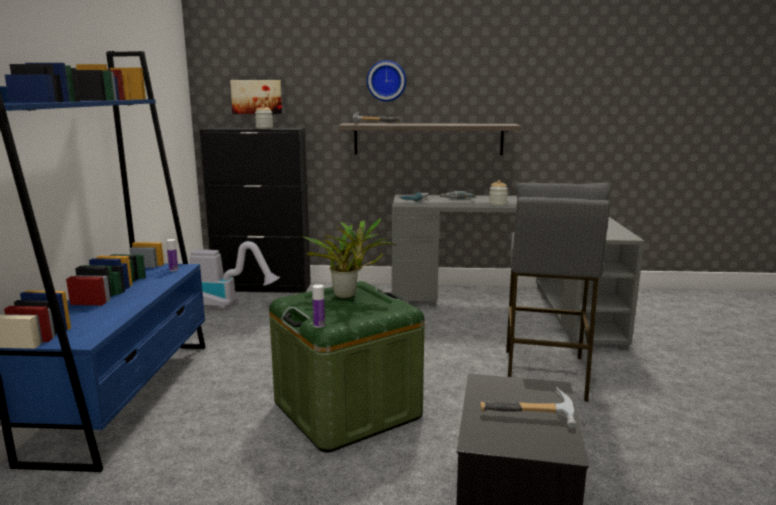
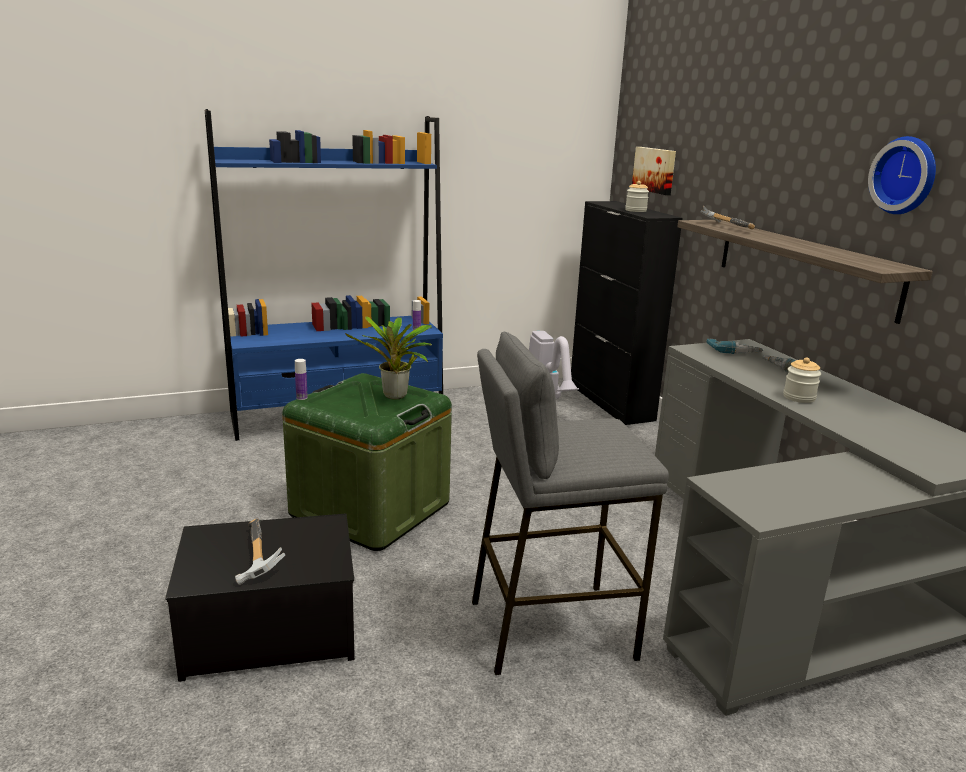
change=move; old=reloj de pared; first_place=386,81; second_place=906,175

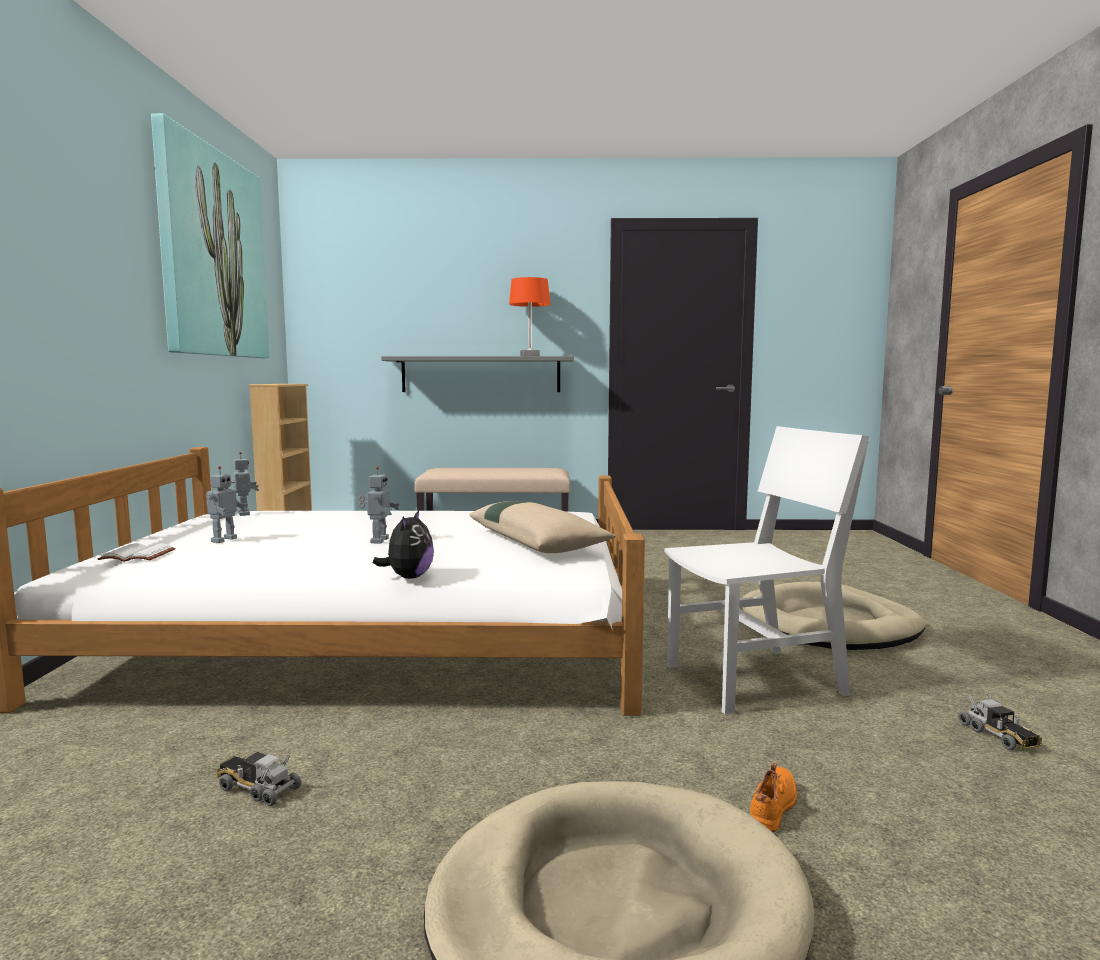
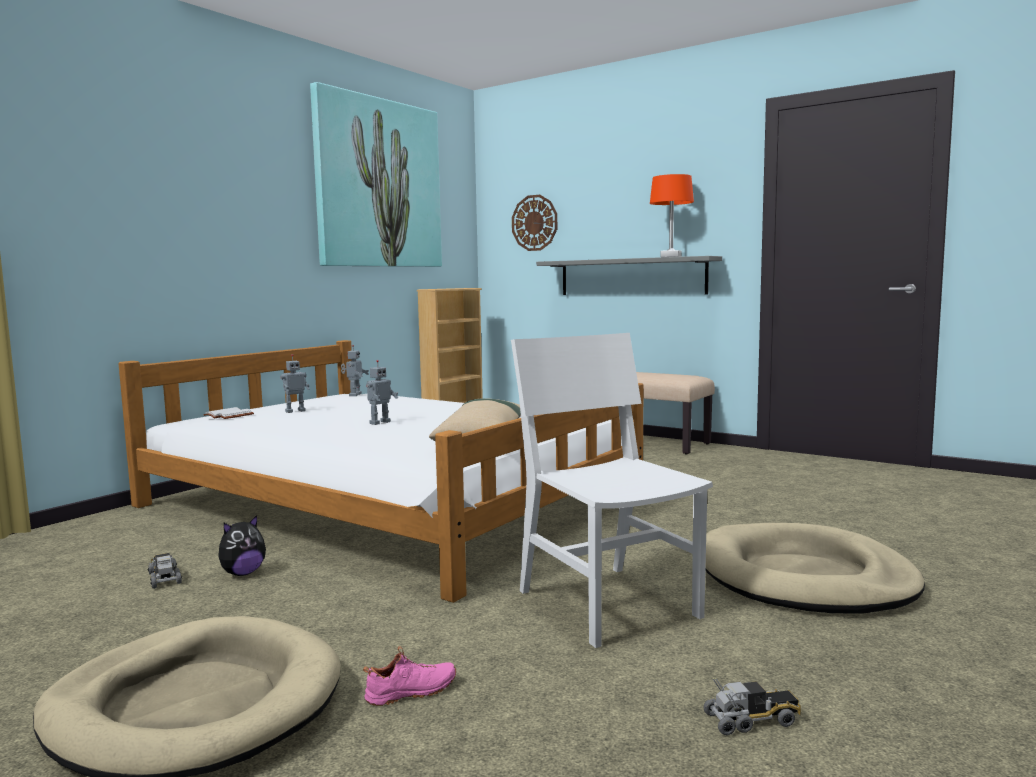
change=move; old=peluche; first_place=408,577; second_place=242,573
change=rotate; old=silla (blanco); first_place=754,679; second_place=608,603; degrees=-135
change=recolor; old=zapato (naranja); new=zapato (rosa); first_place=774,808; second_place=412,693
change=rotate; old=camión de juguete; first_place=999,736; second_place=752,720; degrees=-120
change=insert; new=reloj de pared; second_place=534,223

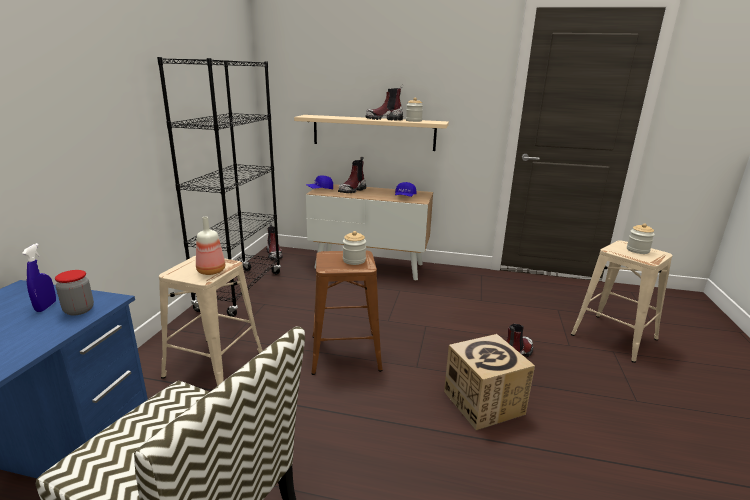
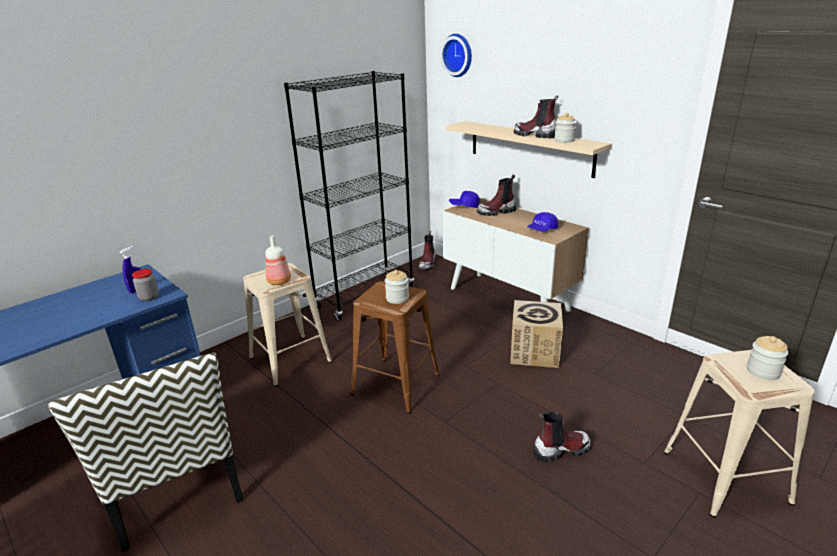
change=move; old=caja de cartón; first_place=483,403; second_place=534,352
change=insert; new=reloj de pared; second_place=458,55

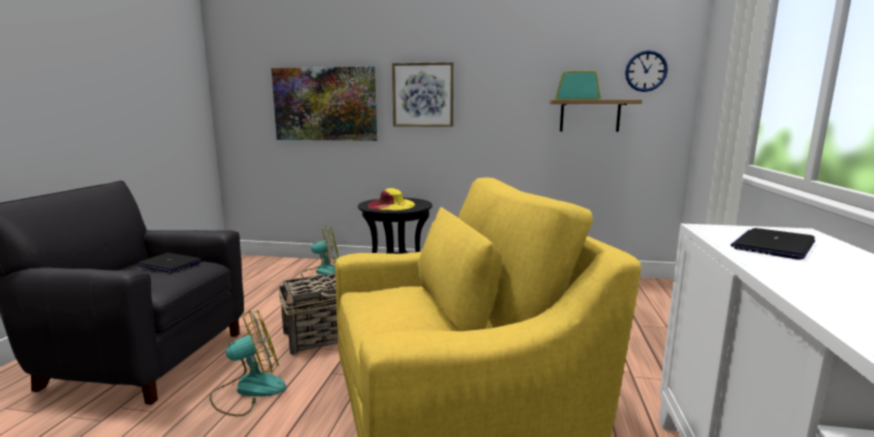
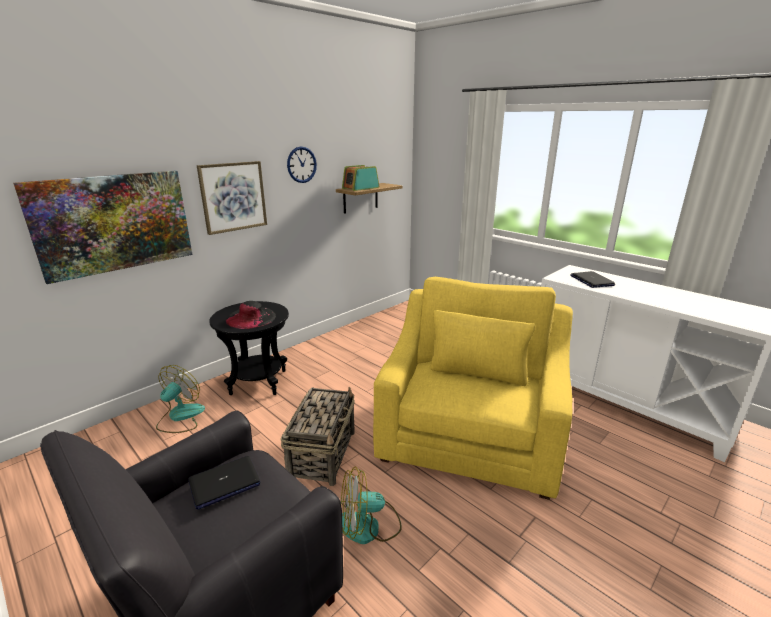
change=rotate; old=ventilador; first_place=248,390; second_place=368,526; degrees=-105
change=recolor; old=sombrero (amarillo); new=sombrero (negro); first_place=391,205; second_place=251,318
change=move; old=reloj de pared; first_place=646,71; second_place=301,164

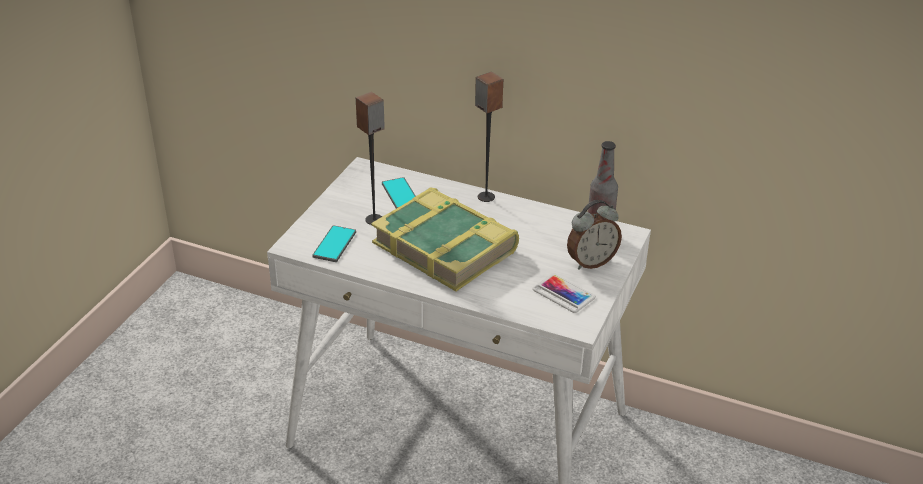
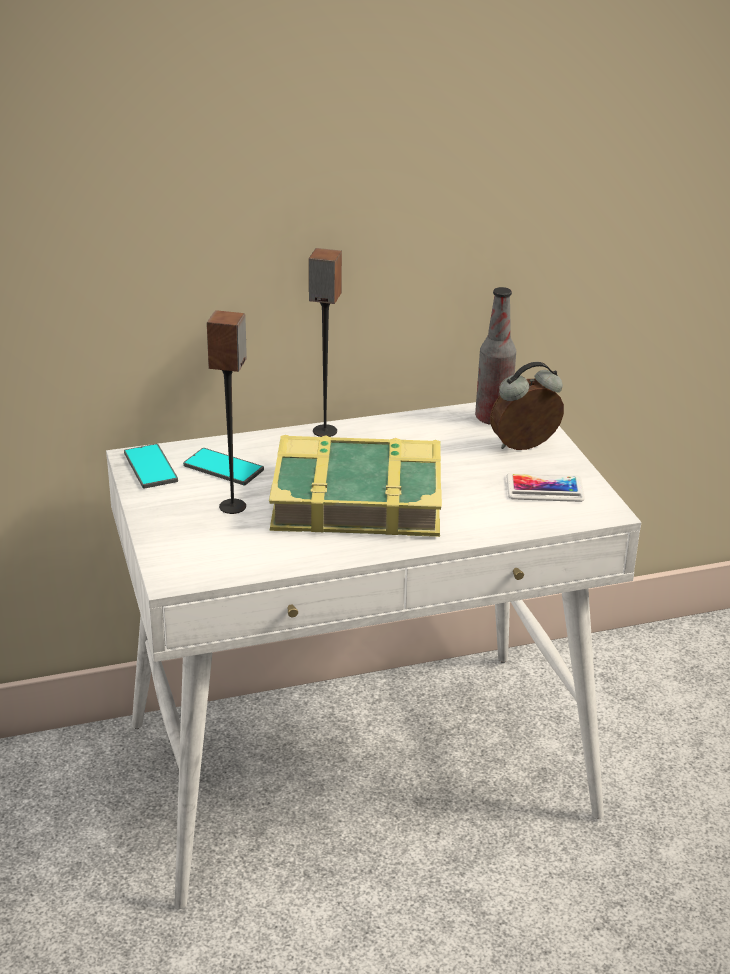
change=move; old=móvil; first_place=334,244; second_place=151,467
change=rotate; old=despertador; first_place=591,262; second_place=525,447; degrees=-135

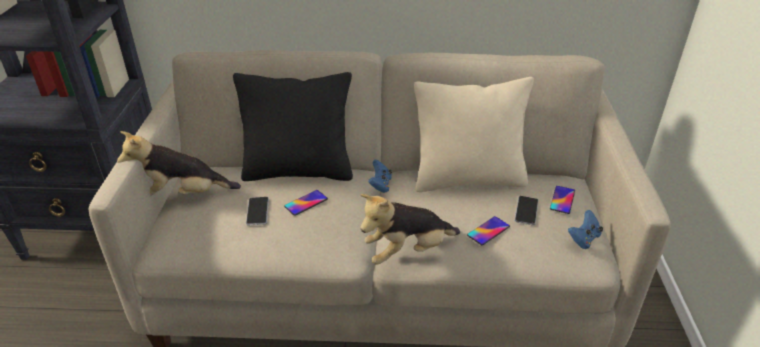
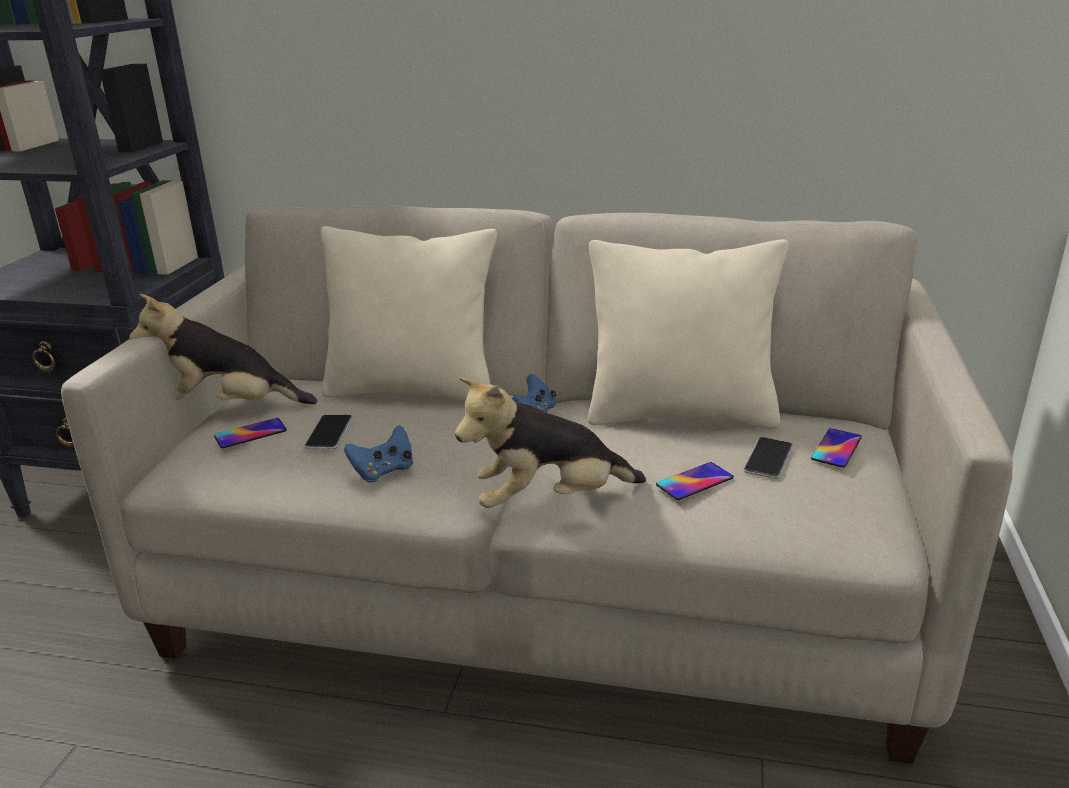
change=recolor; old=cojín (negro); new=cojín (beis); first_place=299,171; second_place=413,389
change=move; old=móvil; first_place=306,203; second_place=250,433
change=move; old=mando de consola (azul); first_place=583,239; second_place=383,471

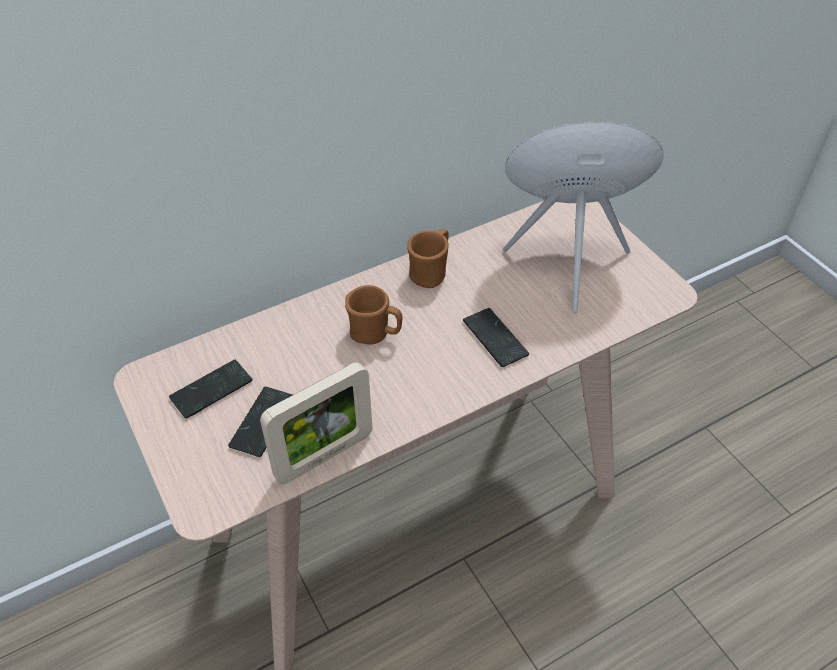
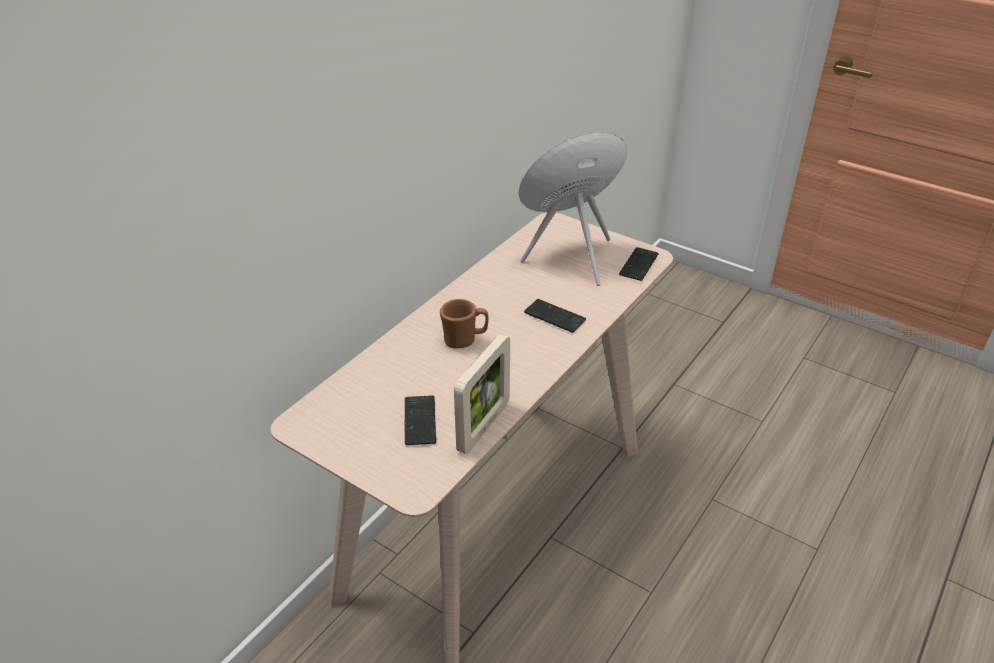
change=move; old=móvil; first_place=211,390; second_place=638,265
change=delete; old=taza grande (marrón); first_place=431,273

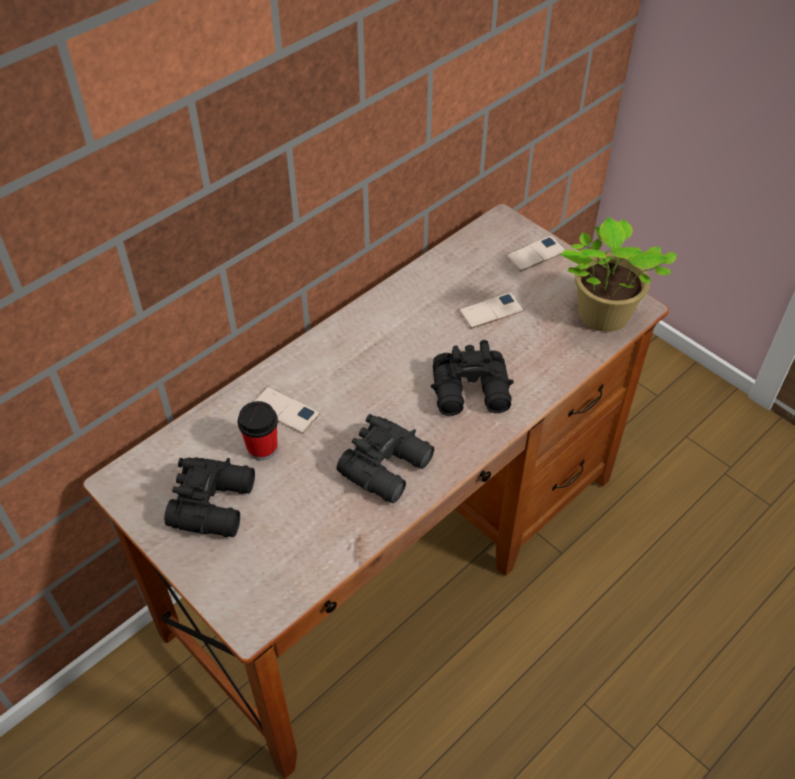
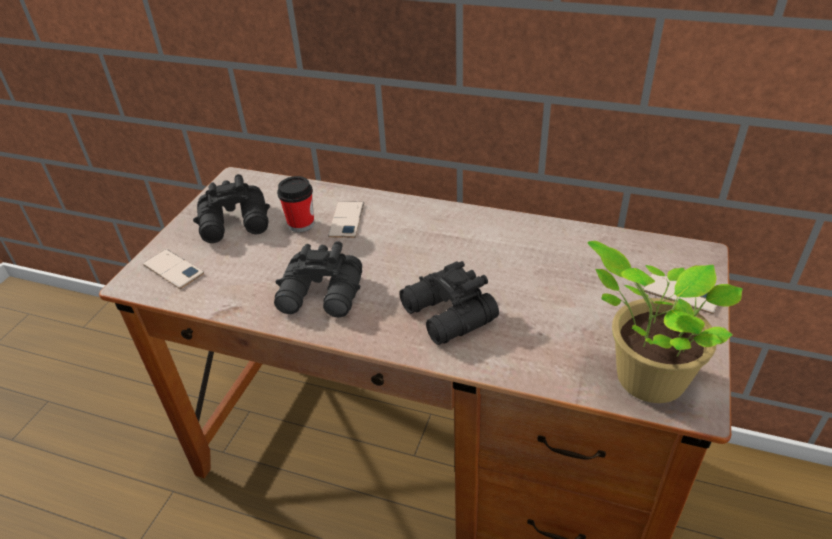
change=move; old=móvil; first_place=491,311; second_place=173,269

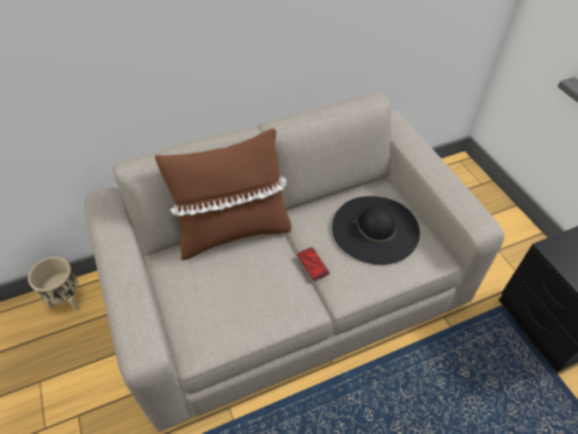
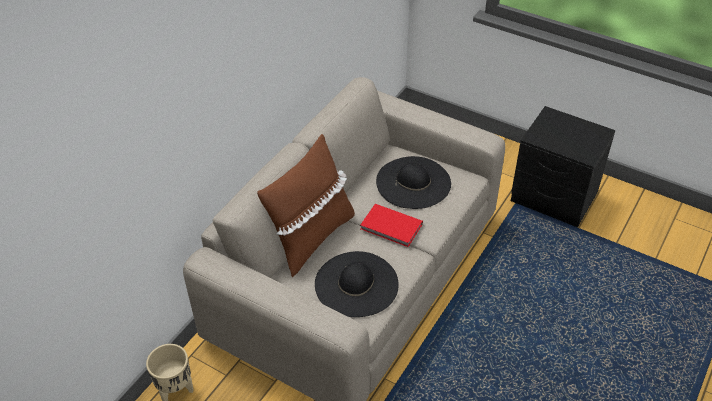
change=replace; old=móvil; new=libro (rojo); first_place=313,264; second_place=391,227
change=insert; new=sombrero (negro); second_place=356,284

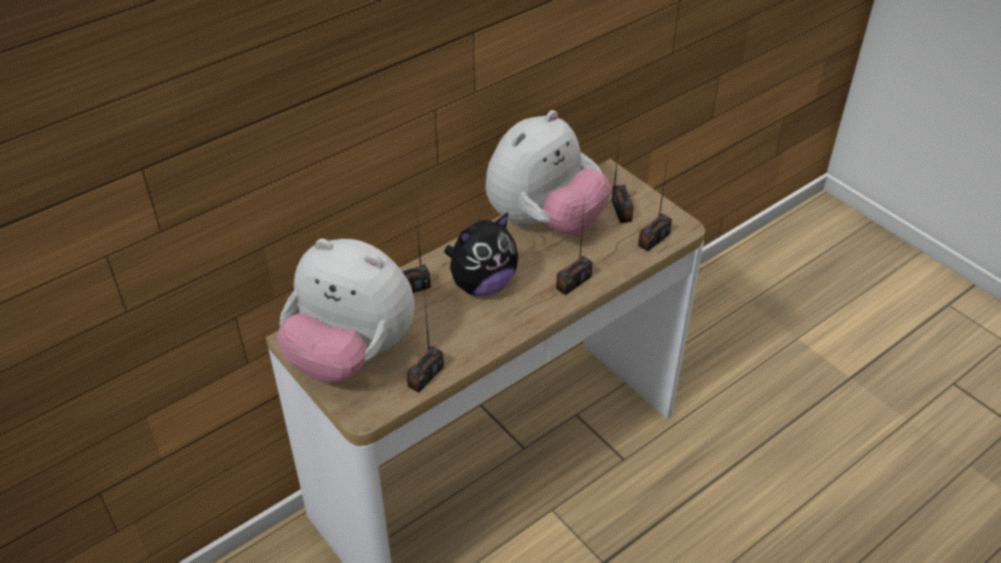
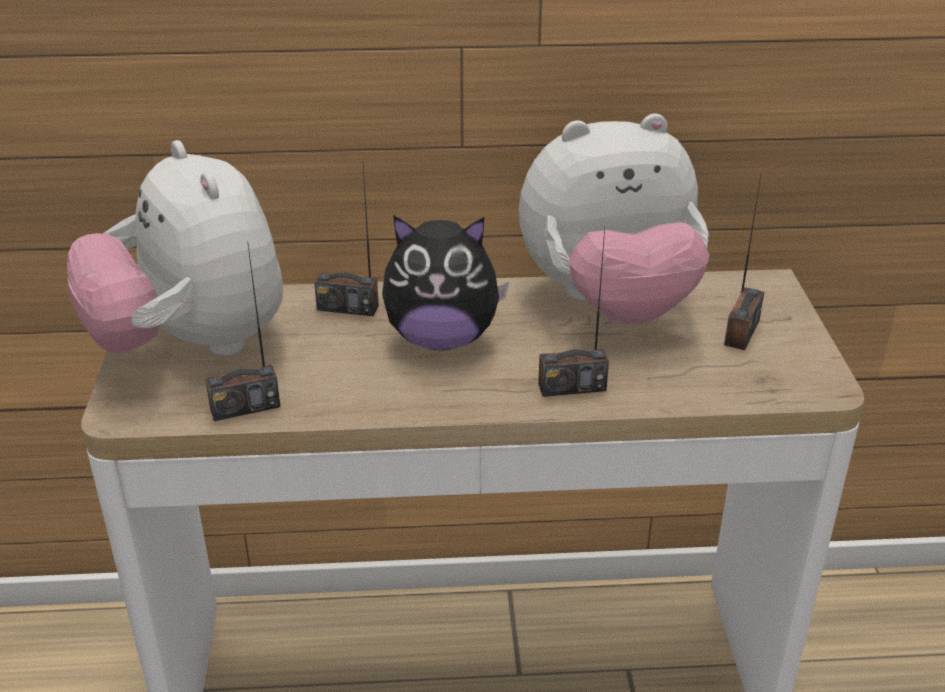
change=delete; old=radio; first_place=653,239

